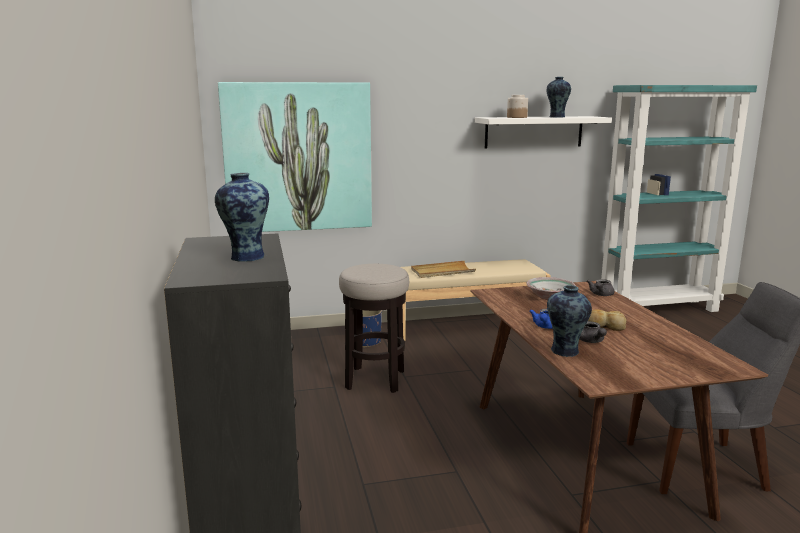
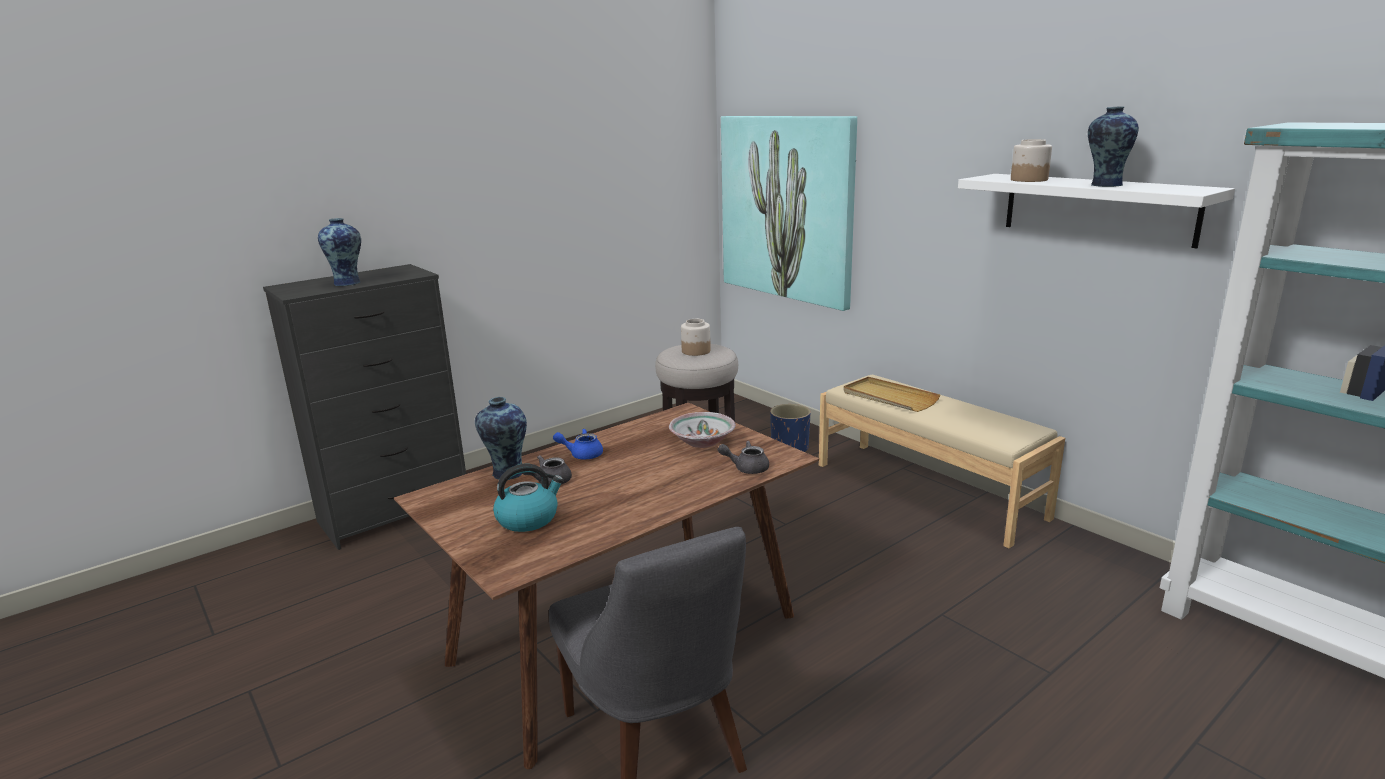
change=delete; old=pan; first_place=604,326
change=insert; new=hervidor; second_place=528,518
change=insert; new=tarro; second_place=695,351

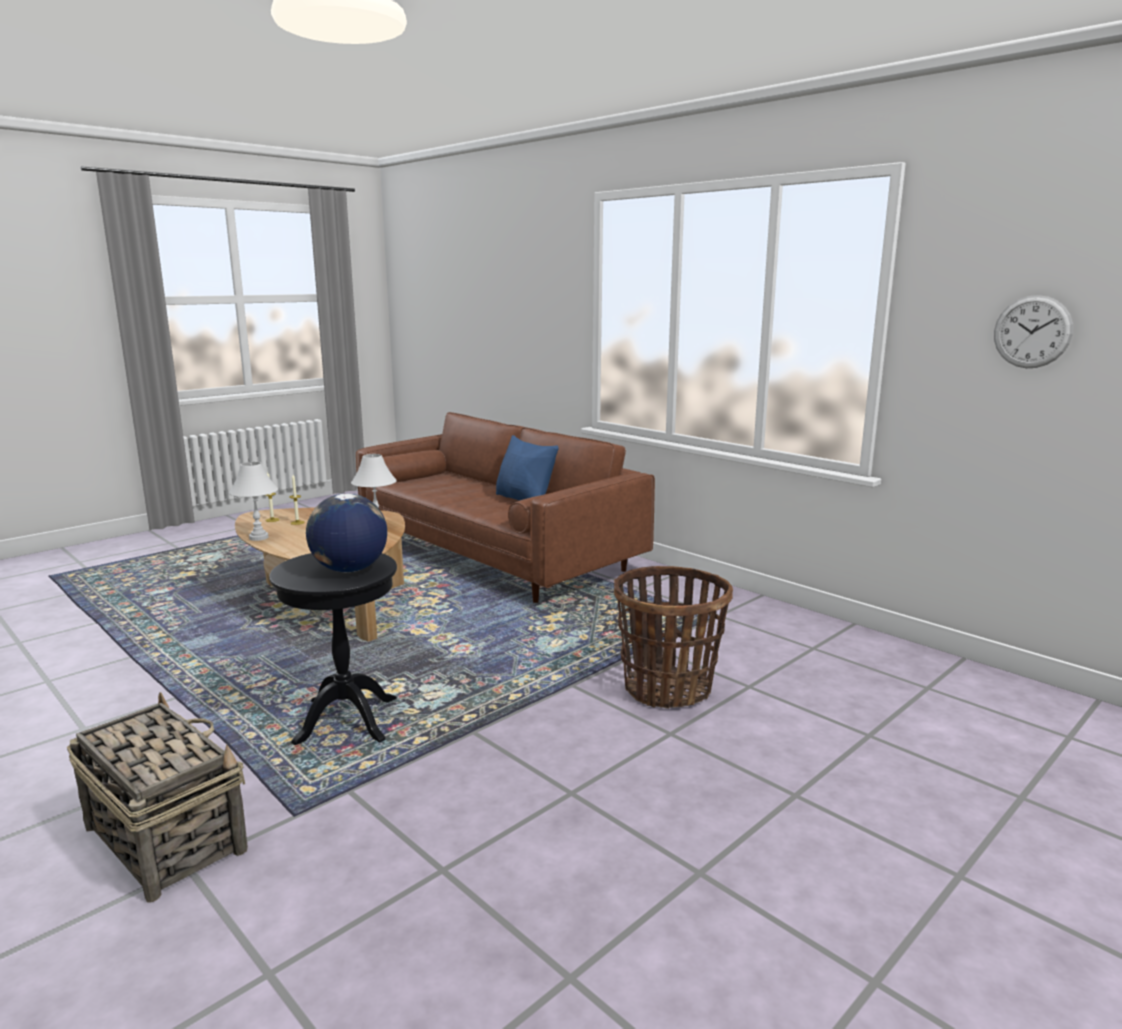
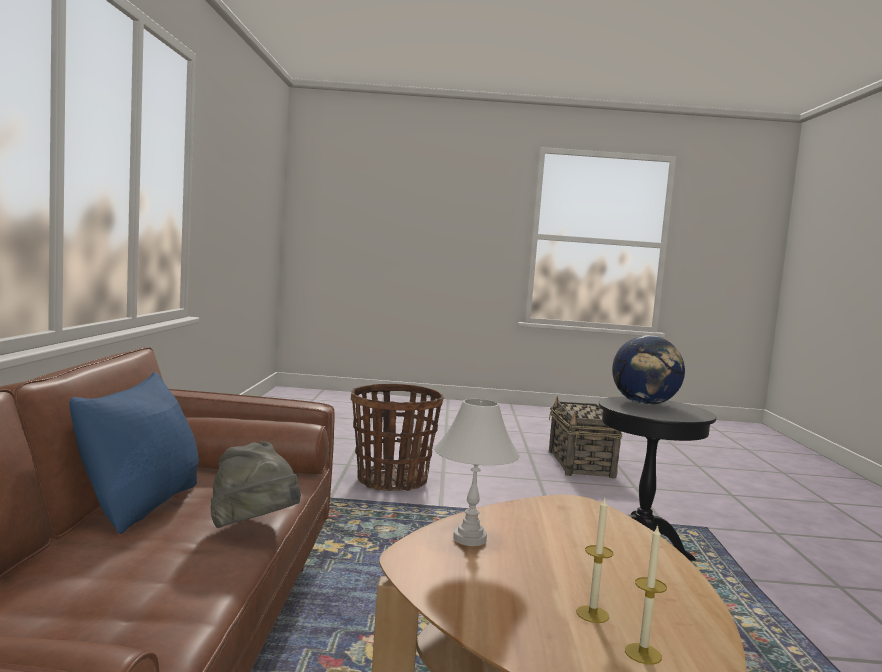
change=move; old=cesta; first_place=165,837; second_place=580,465
change=delete; old=lámpara de mesa (blanco); first_place=258,537
change=delete; old=reloj de pared; first_place=1032,332
change=insert; new=sombrero (gris); second_place=254,530

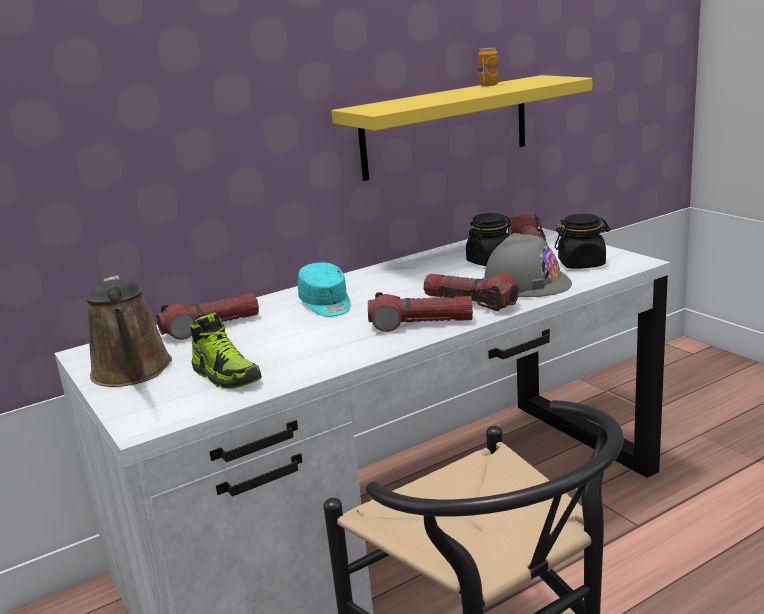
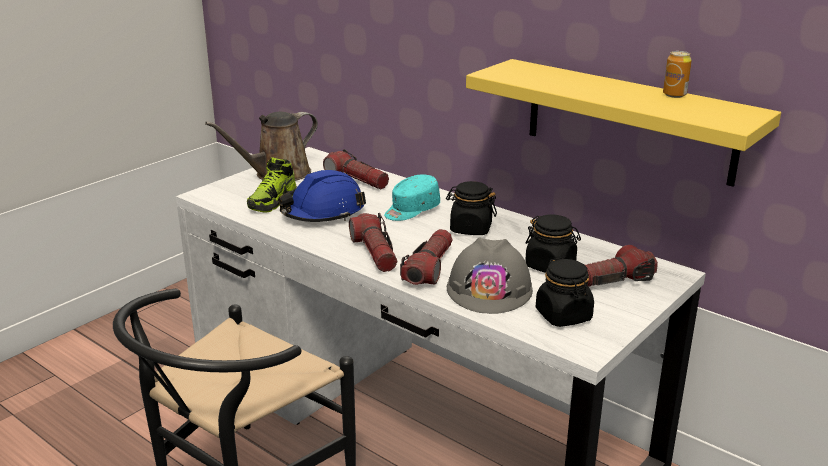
change=insert; new=casco (azul); second_place=323,212
change=insert; new=tarro (negro); second_place=470,228

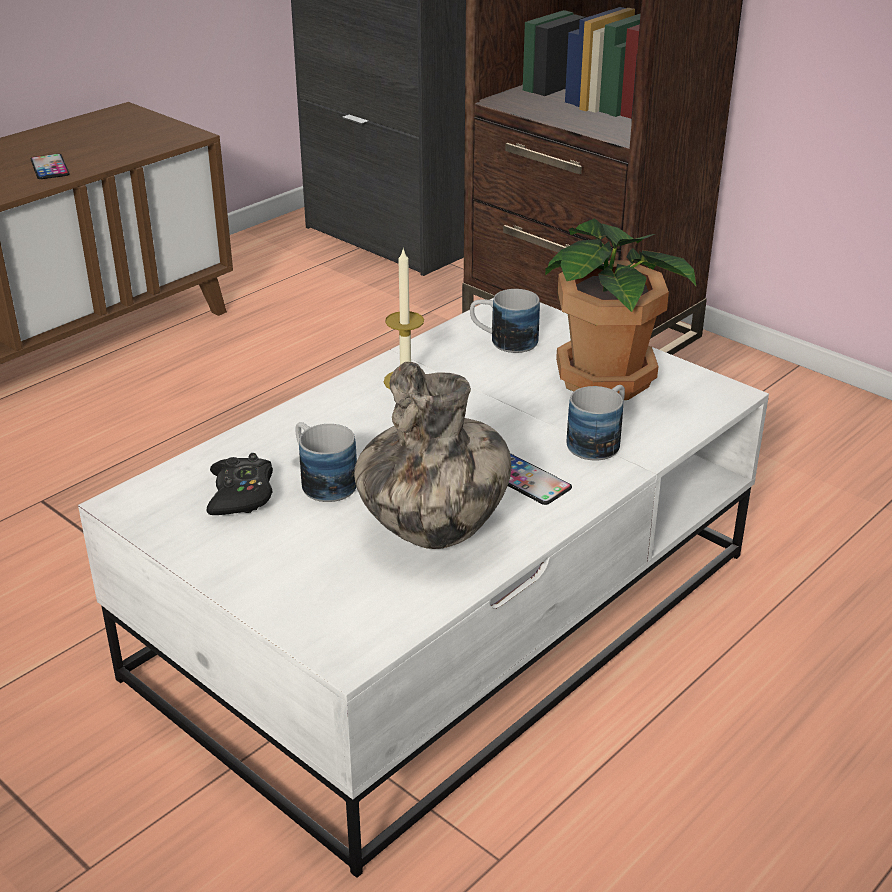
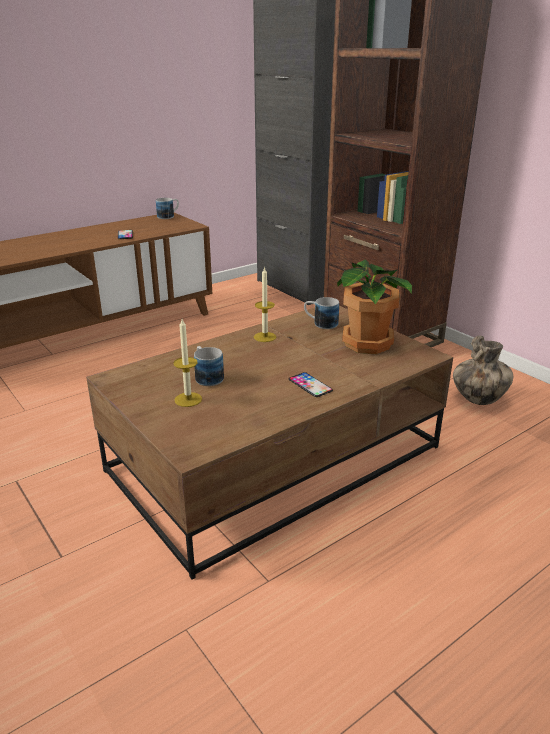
change=recolor; old=mesa de centro (blanco); new=mesa de centro (marrón); first_place=448,611; second_place=276,457
change=delete; old=mando de consola (negro); first_place=241,495
change=move; old=florero; first_place=435,529; second_place=479,399
change=move; old=taza grande; first_place=599,441; second_place=169,216
change=insert; new=vela; second_place=188,399

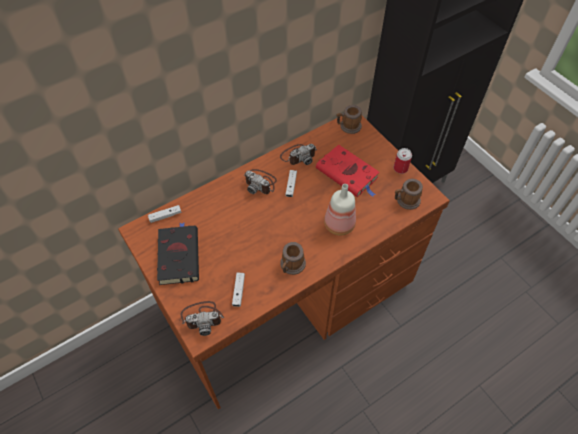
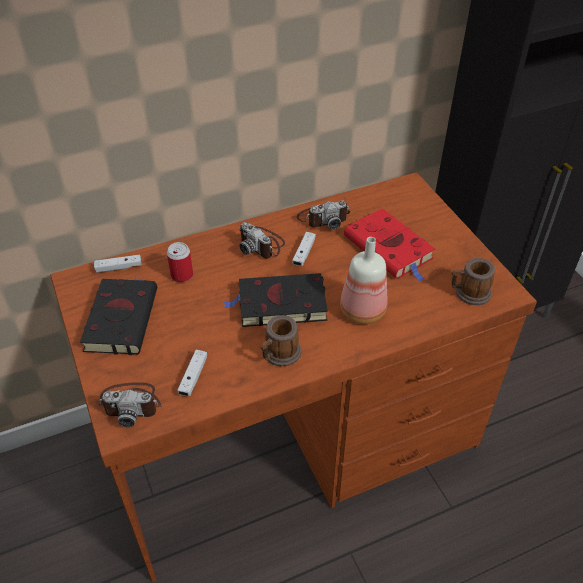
change=delete; old=taza grande; first_place=348,126
change=move; old=lata; first_place=400,168; second_place=182,275
change=insert; new=libro (negro); second_place=279,304

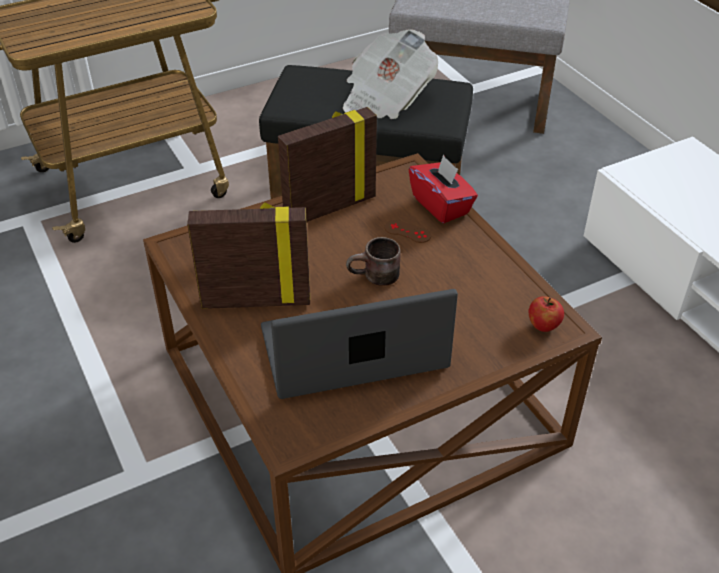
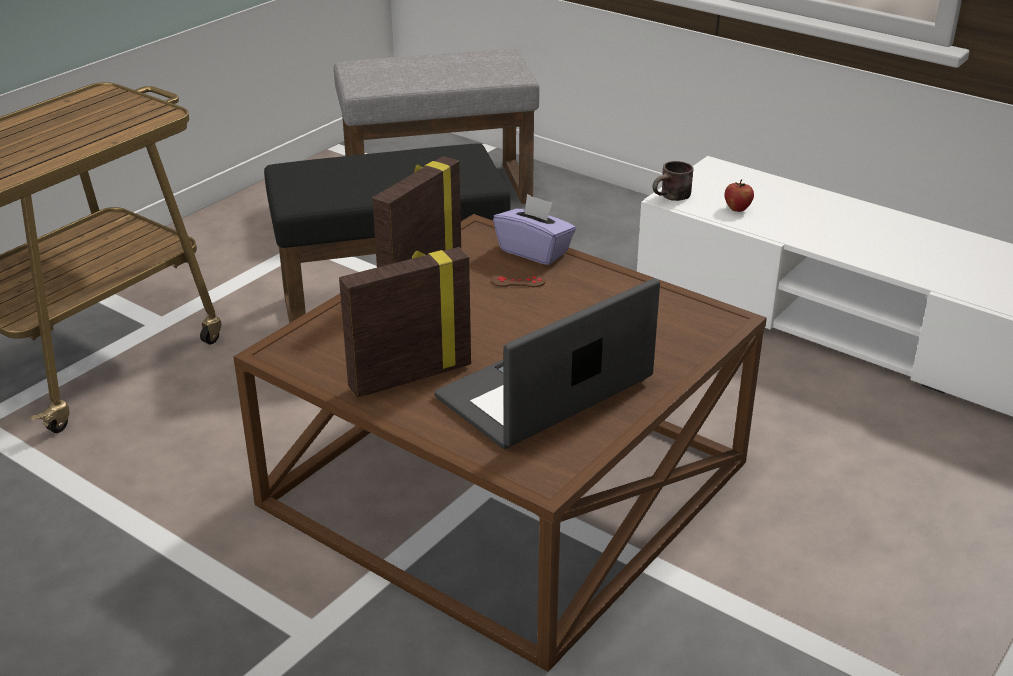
change=delete; old=periódico; first_place=386,98
change=move; old=taza grande (marrón); first_place=375,279; second_place=672,198
change=recolor; old=caja de pañuelos (rojo); new=caja de pañuelos (morado); first_place=441,205; second_place=534,251
change=move; old=manzana; first_place=543,326; second_place=737,209

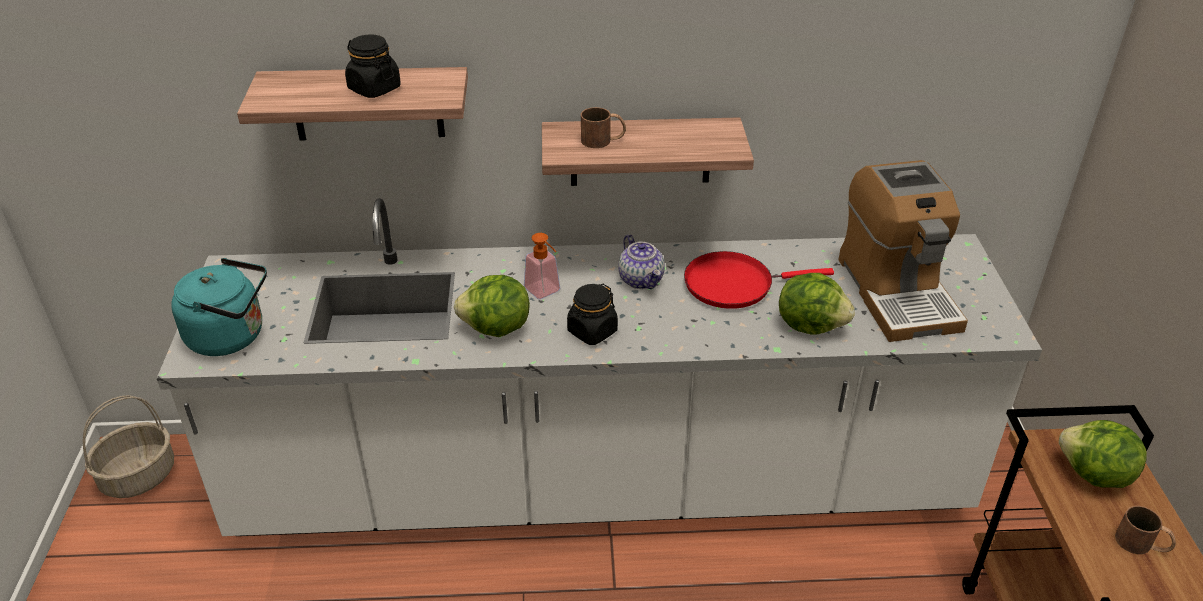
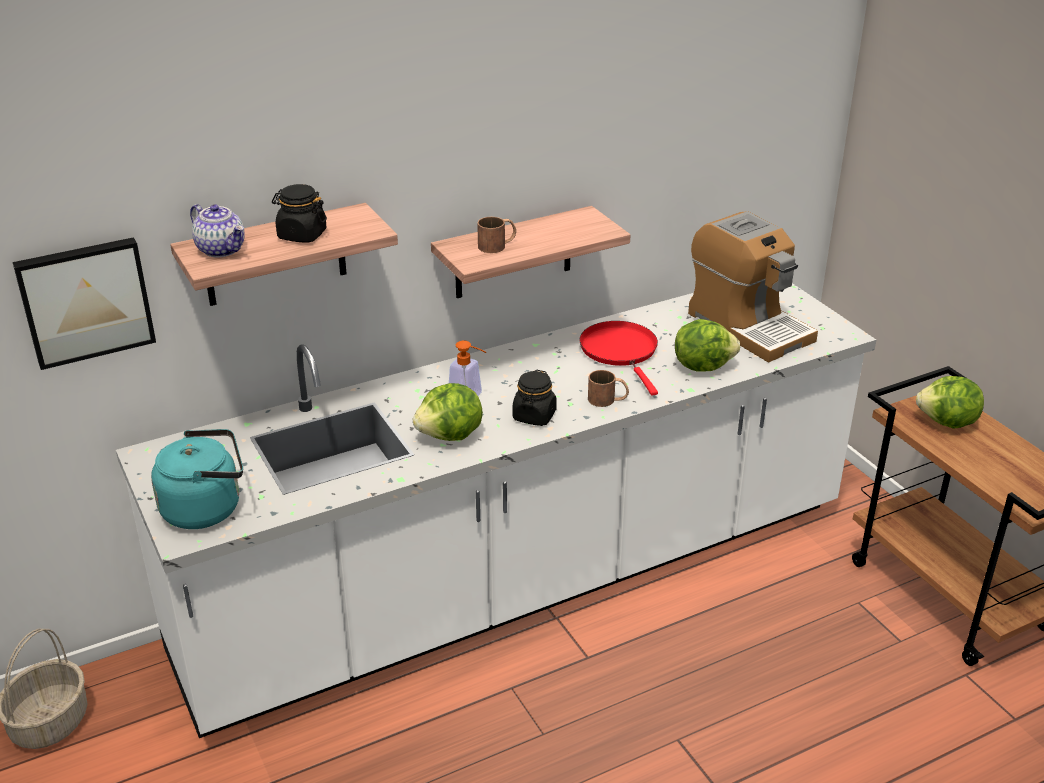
change=move; old=tetera; first_place=642,280; second_place=222,250
change=rotate; old=sartén (rojo); first_place=734,284; second_place=621,351; degrees=105
change=move; old=taza grande (marrón); first_place=1142,544; second_place=608,400
change=insert; new=cuadro; second_place=85,300

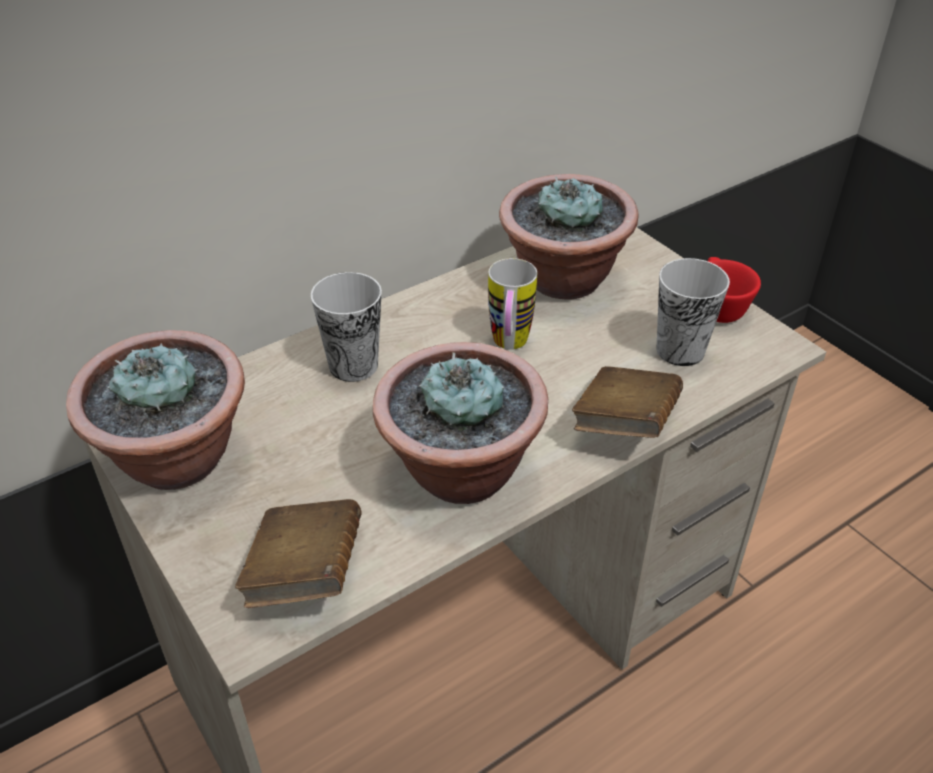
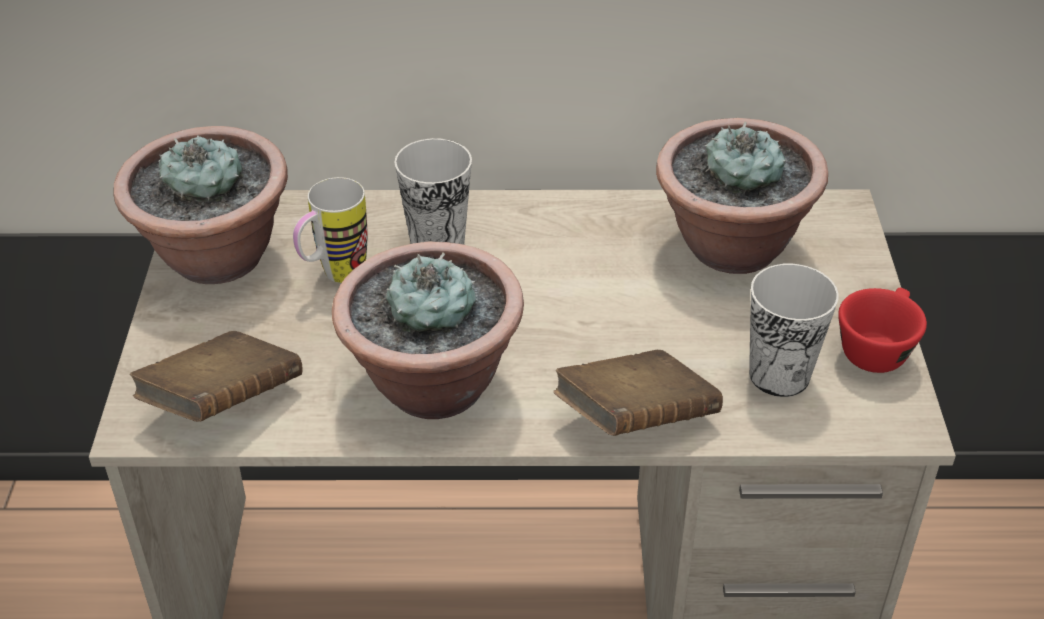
change=move; old=taza grande; first_place=509,346; second_place=334,277

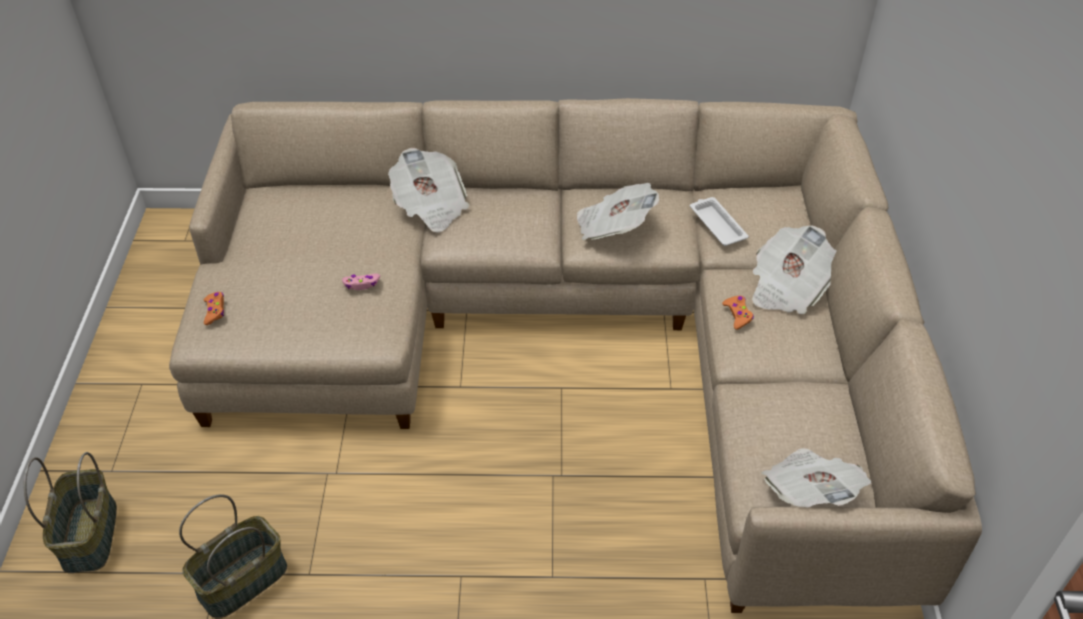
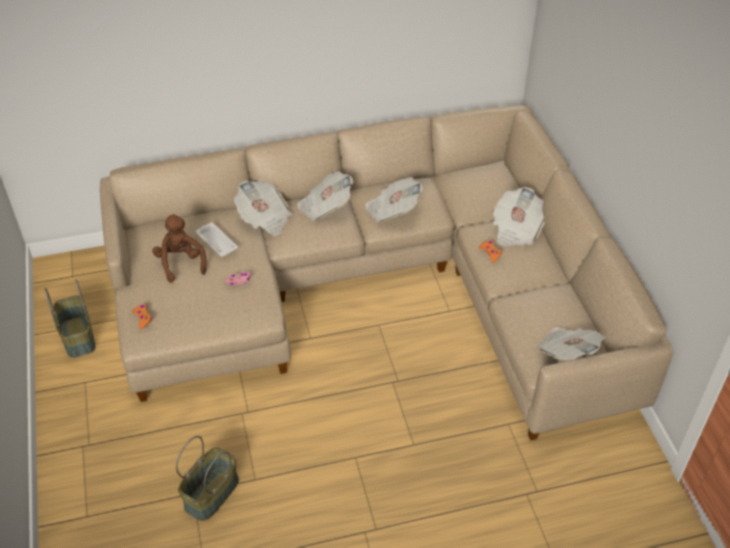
change=move; old=cesta; first_place=91,535; second_place=79,337
change=move; old=bandeja (blanco); first_place=717,224; second_place=216,241
change=insert; new=peluche (marrón); second_place=181,263
change=insert; new=periódico; second_place=325,207

